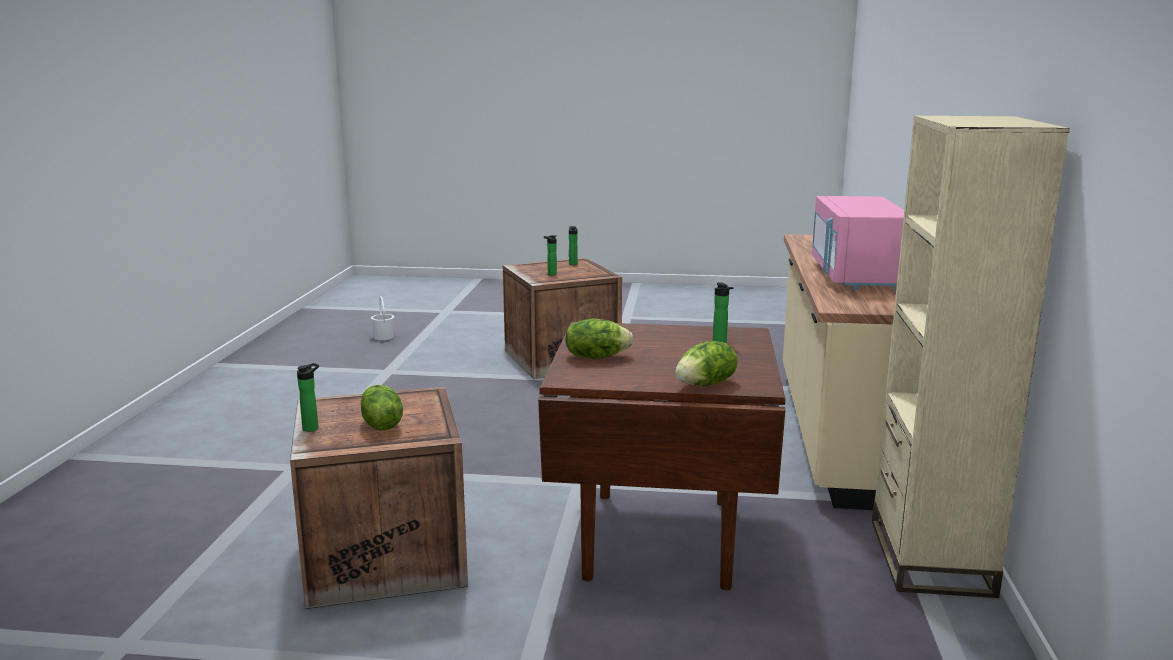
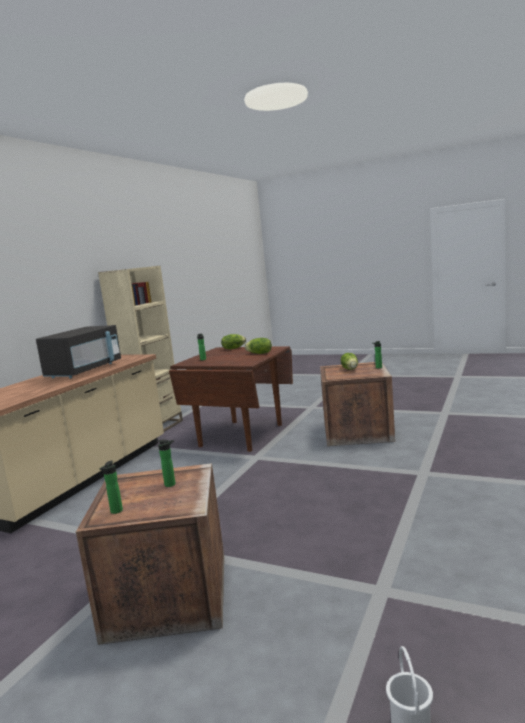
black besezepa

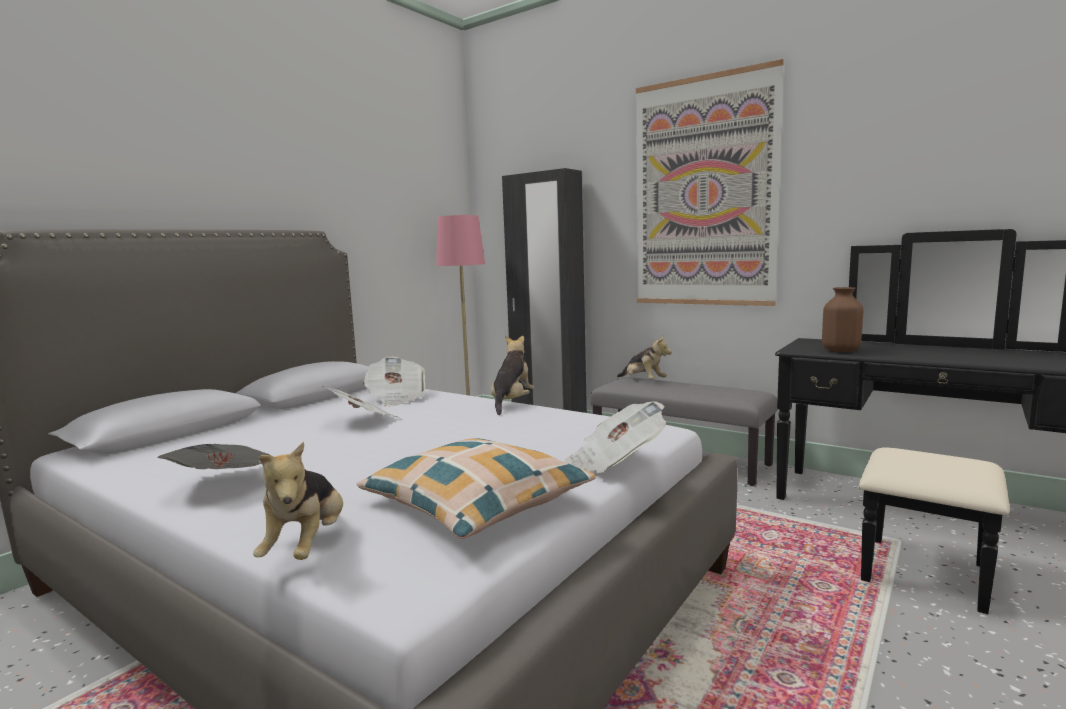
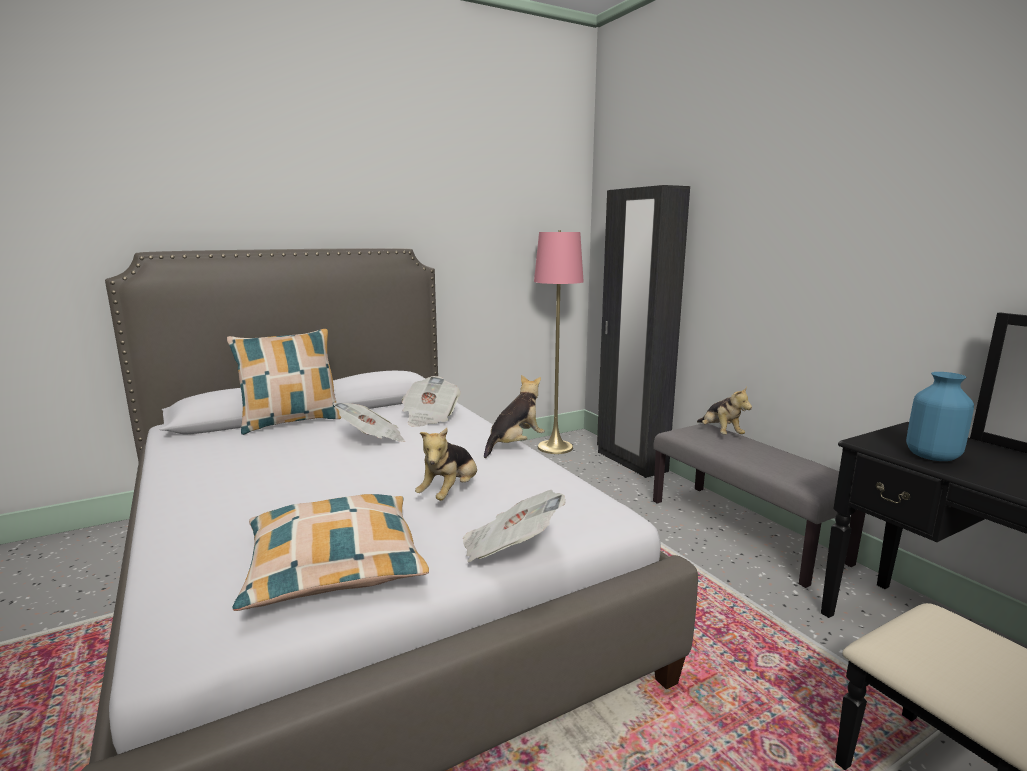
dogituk (no. 1 from left); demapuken (no. 1 from left); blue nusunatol; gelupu (no. 1 from left in the first image); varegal

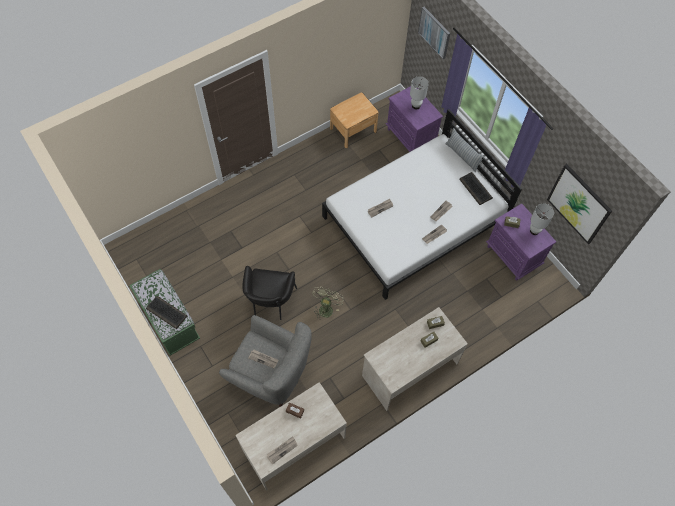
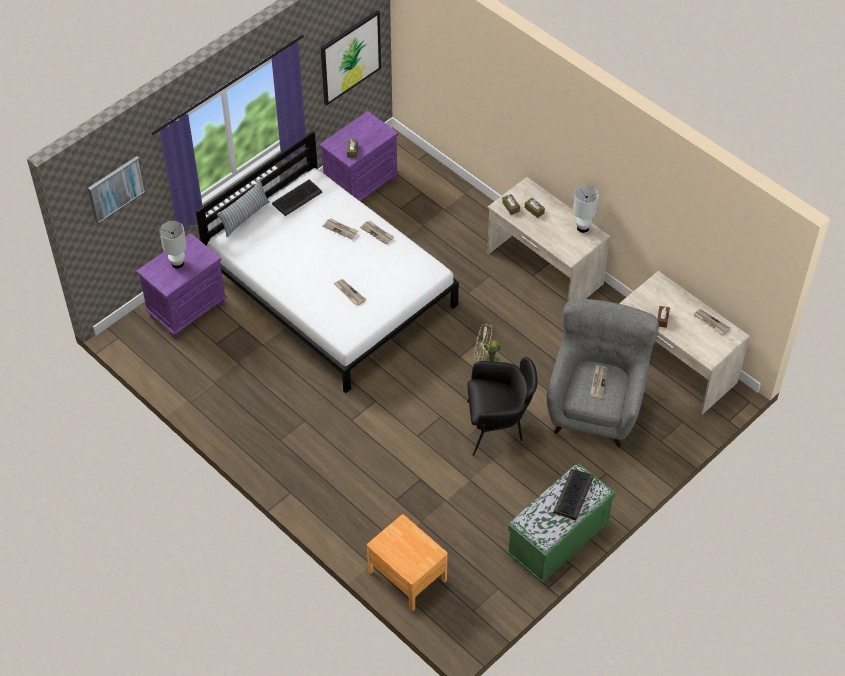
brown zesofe; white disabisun (no. 2 from left)

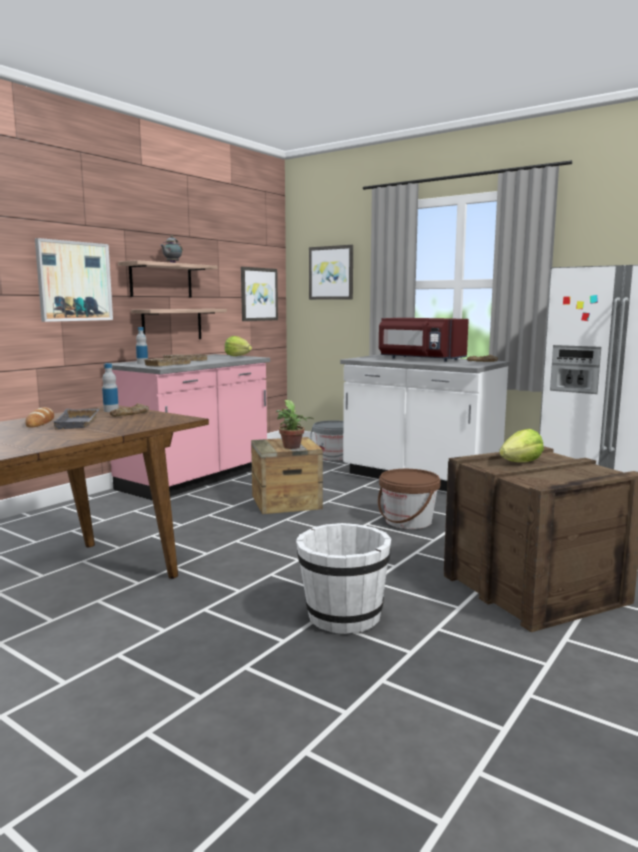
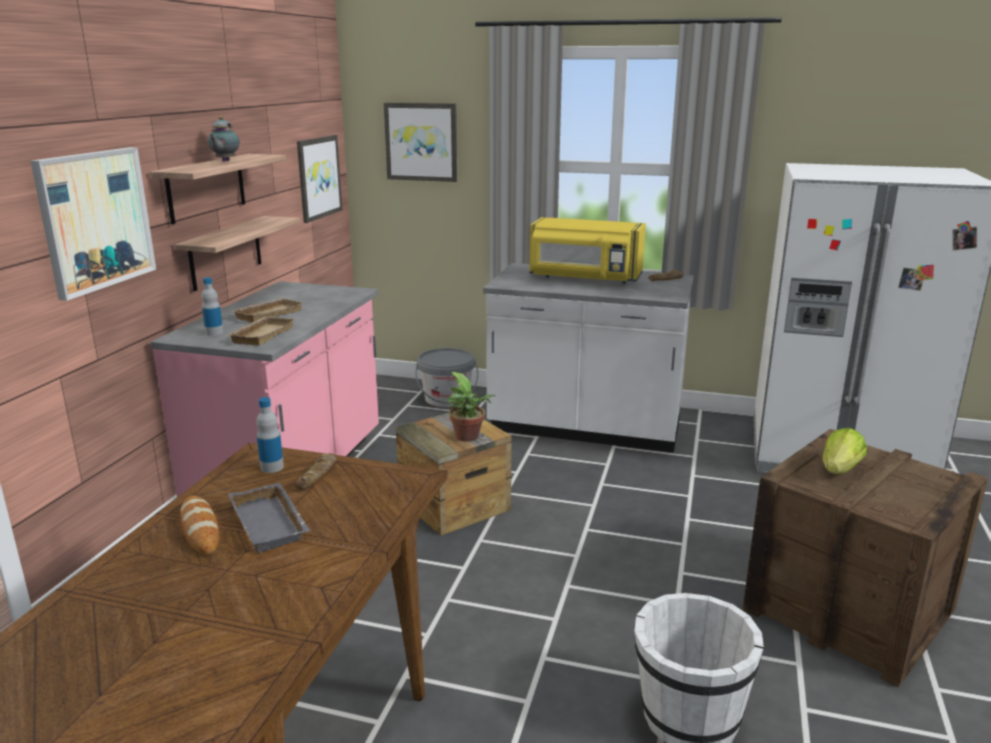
yellow besezepa; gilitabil (no. 1 from left in the first image); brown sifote

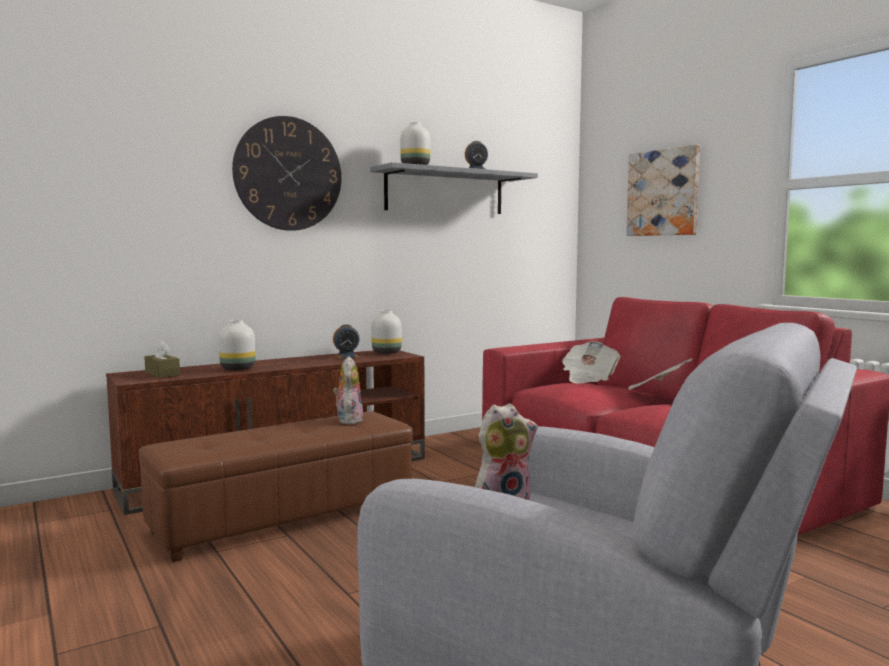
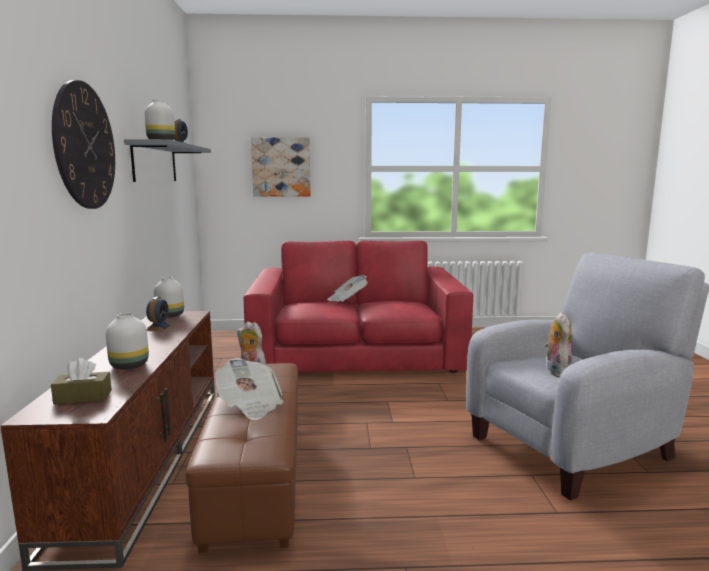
gelupu (no. 1 from left)

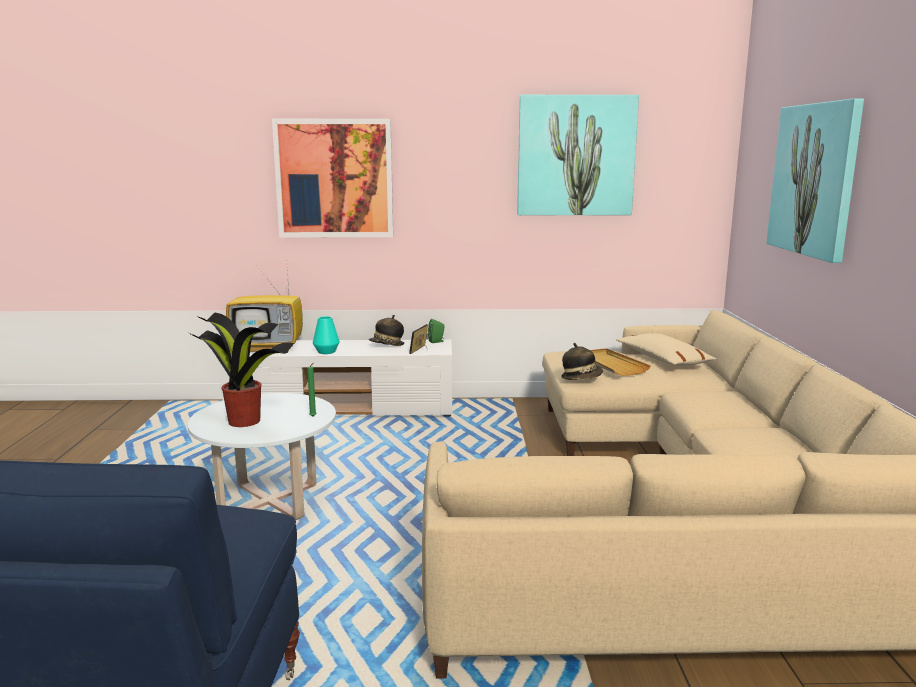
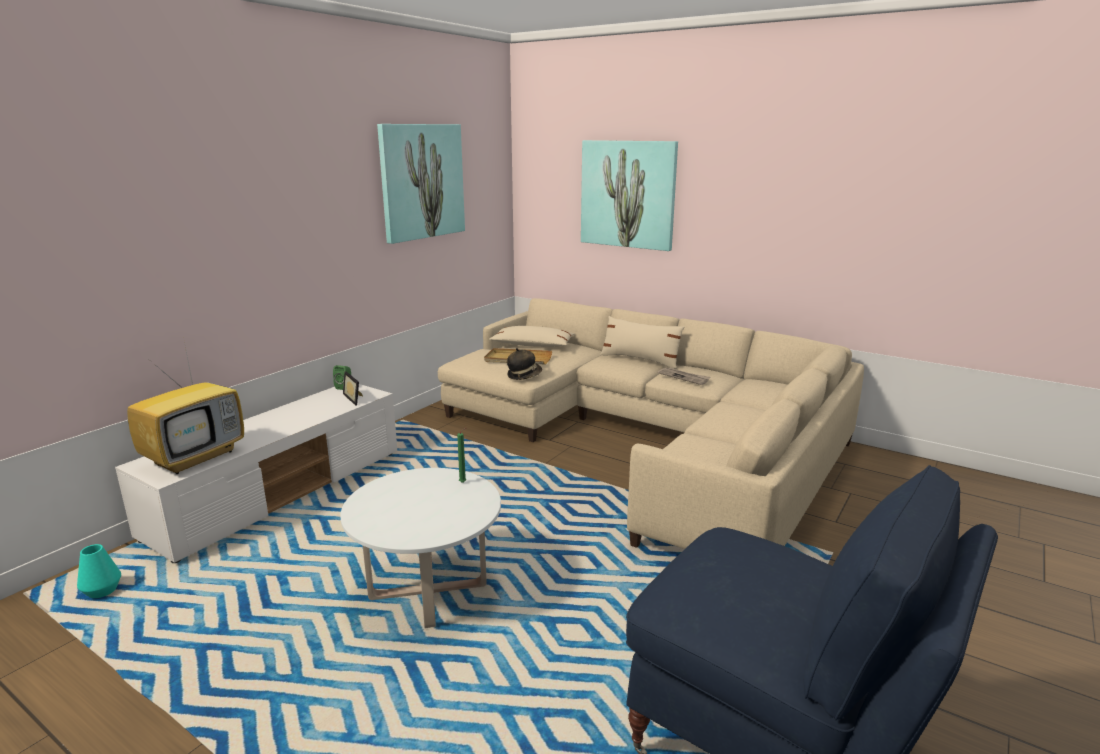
turquoise nusunatol; beige dogituk (no. 2 from left); gelupu; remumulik; varegal (no. 1 from left in the first image); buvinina (no. 1 from left in the first image)

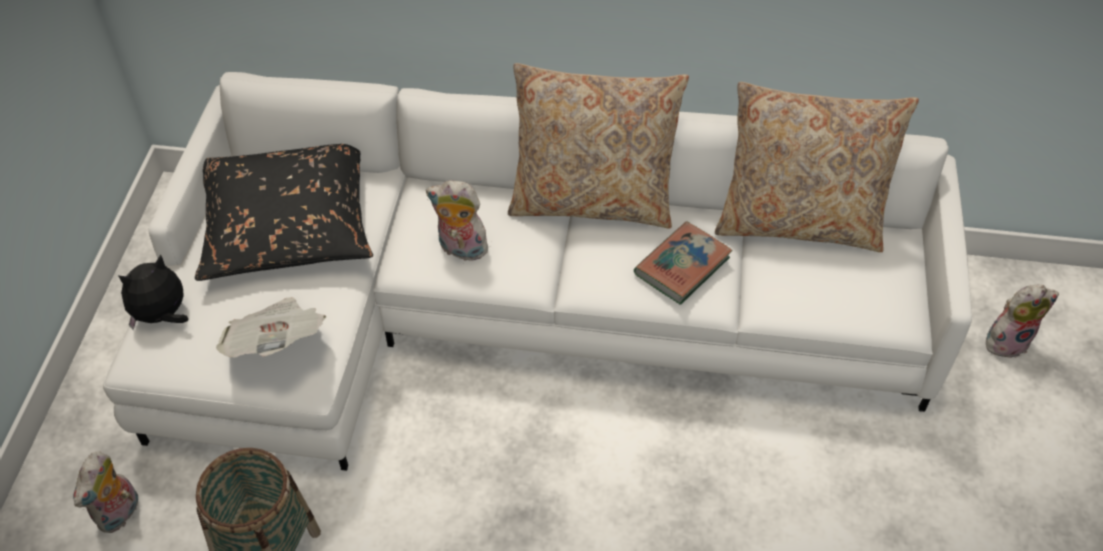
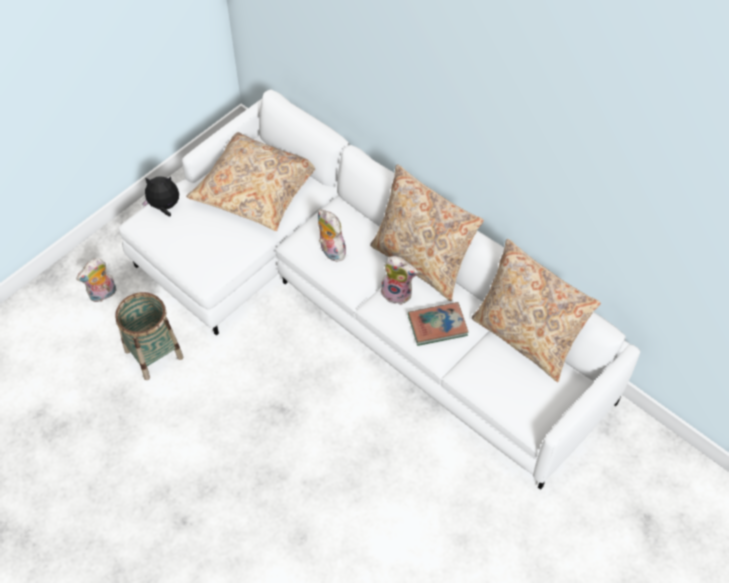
beige dogituk (no. 1 from left); demapuken (no. 4 from left); gelupu

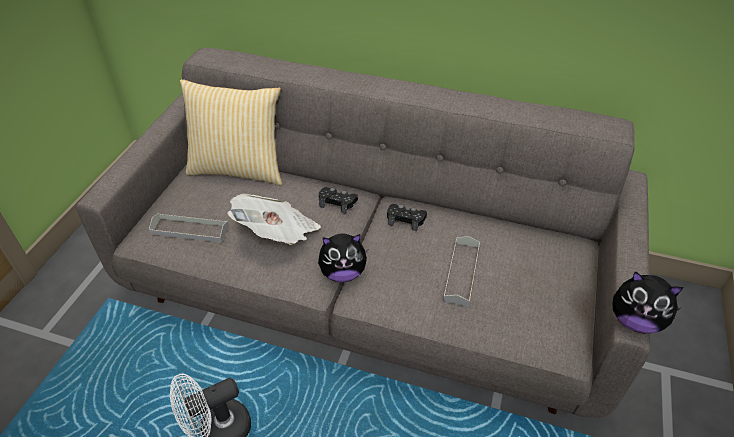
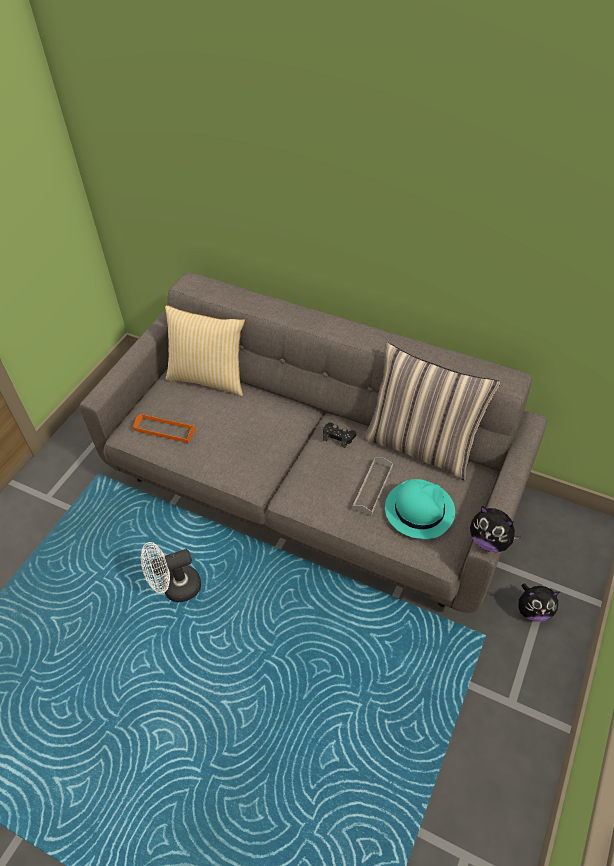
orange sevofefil; dogituk (no. 2 from left); turquoise buvinina; demapuken (no. 2 from left); gelupu; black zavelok (no. 1 from left in the first image)

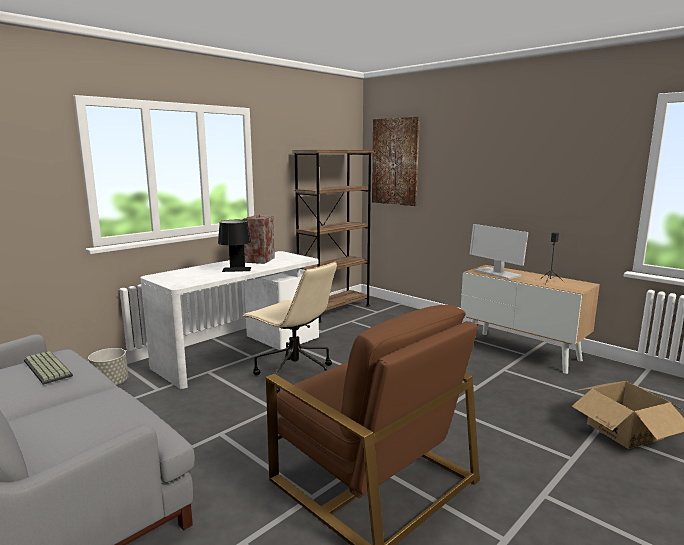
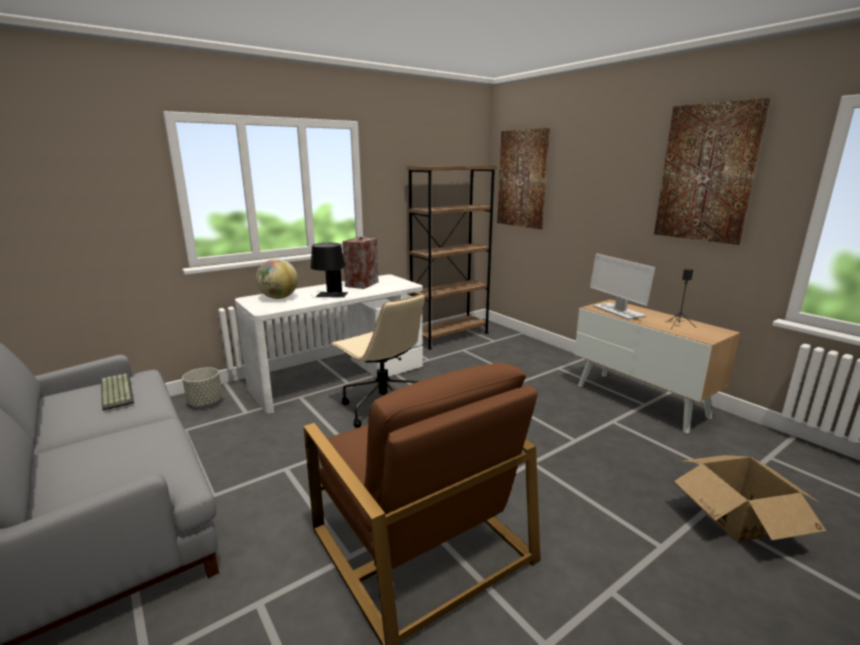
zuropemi; varegal (no. 2 from left)

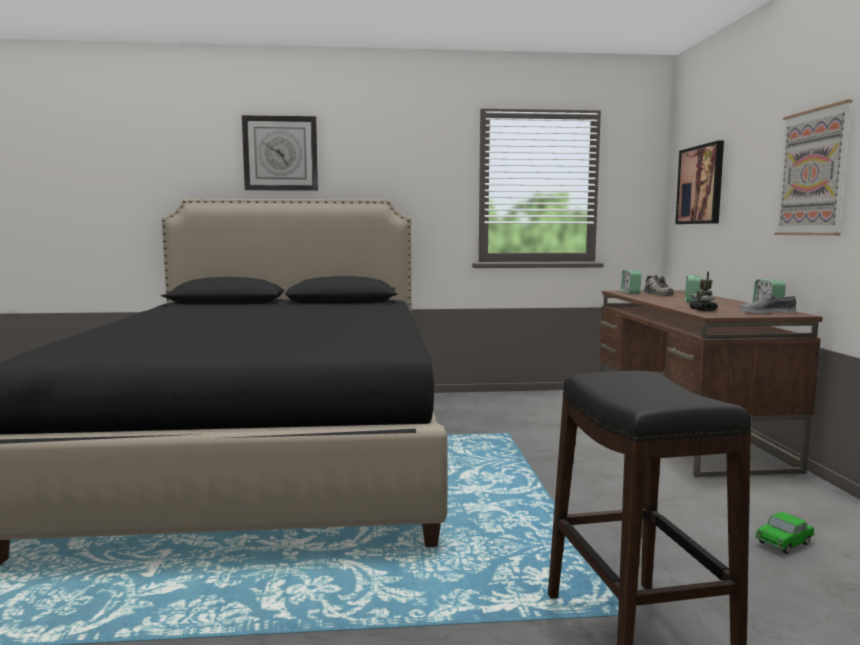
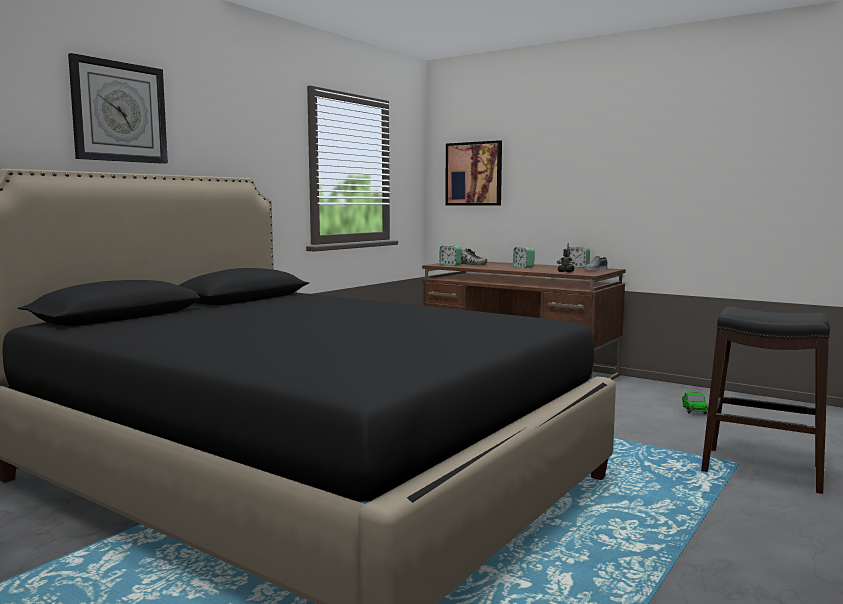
varegal (no. 2 from left in the first image)

